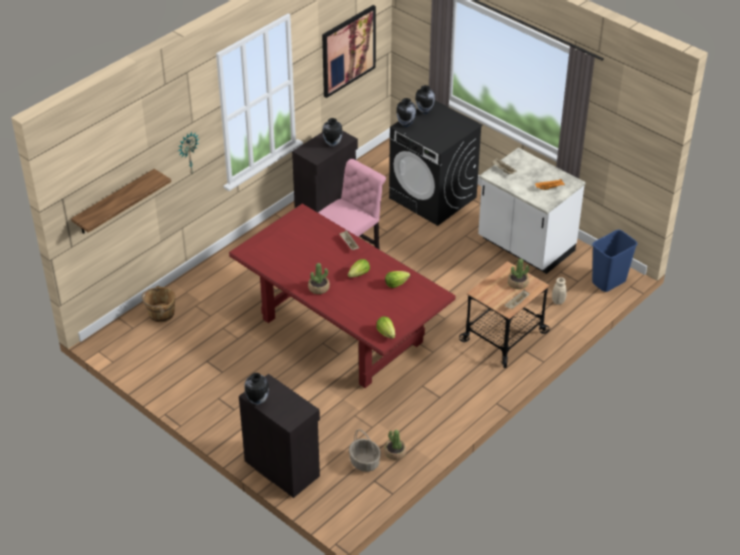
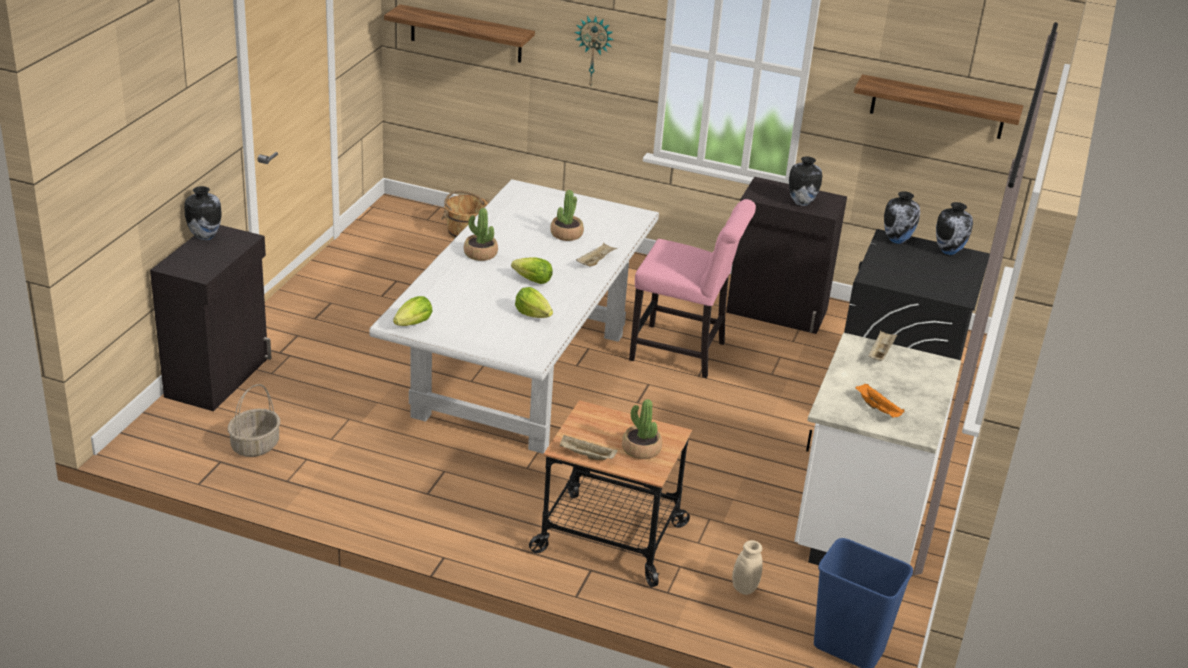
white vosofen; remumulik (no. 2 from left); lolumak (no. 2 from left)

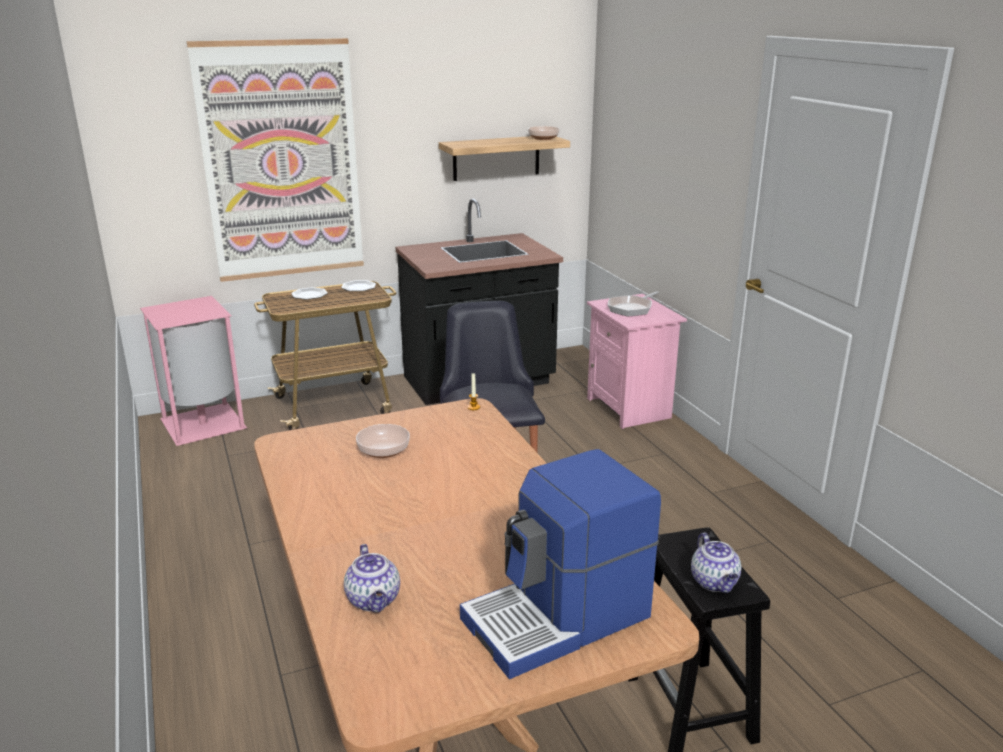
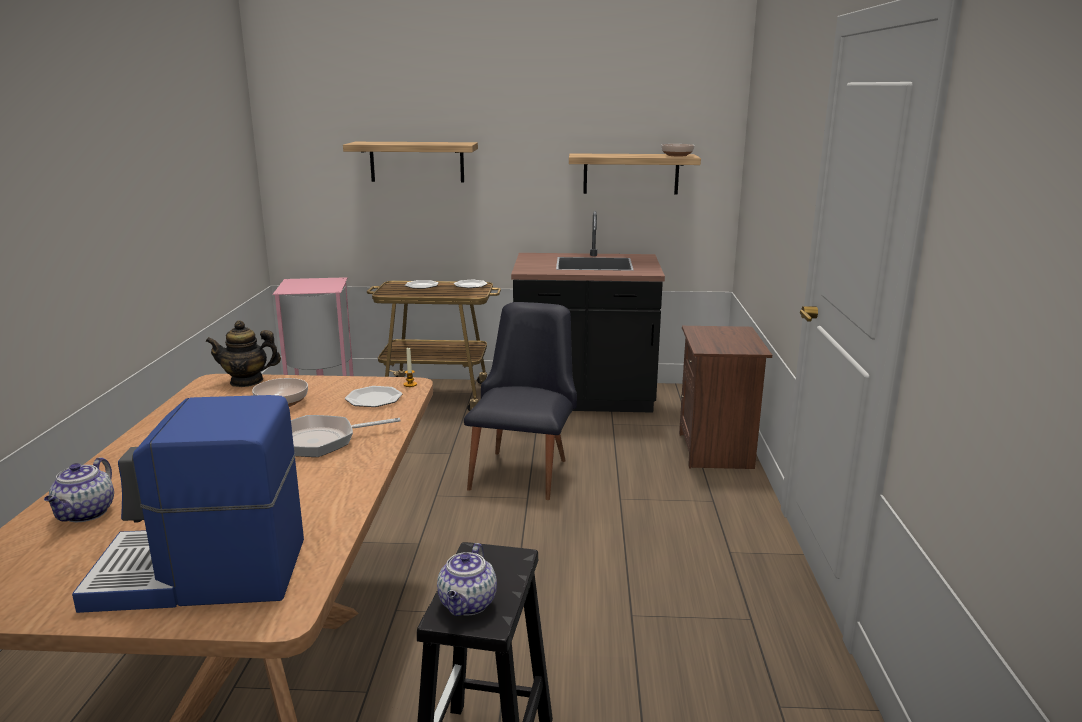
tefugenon (no. 2 from left); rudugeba; lolumak (no. 1 from left); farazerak (no. 1 from left); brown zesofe

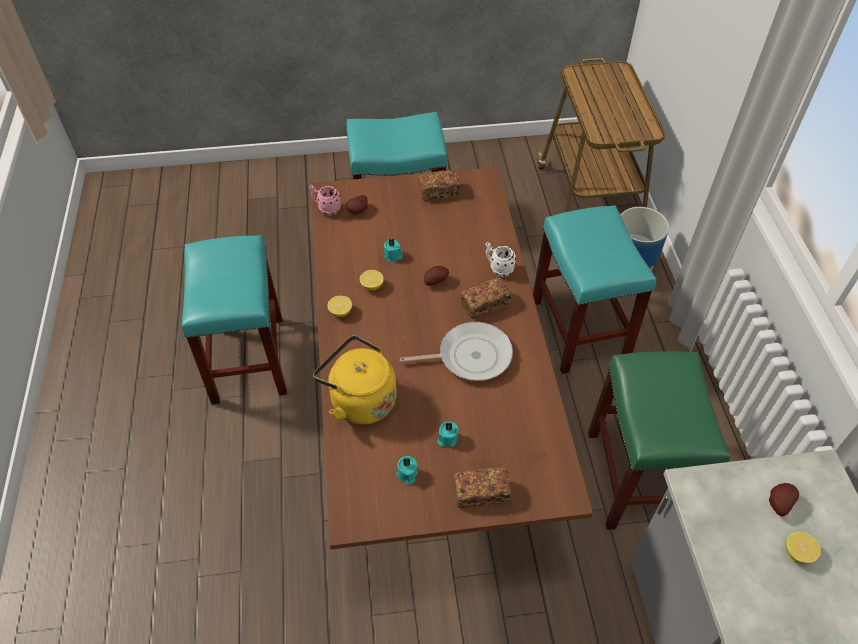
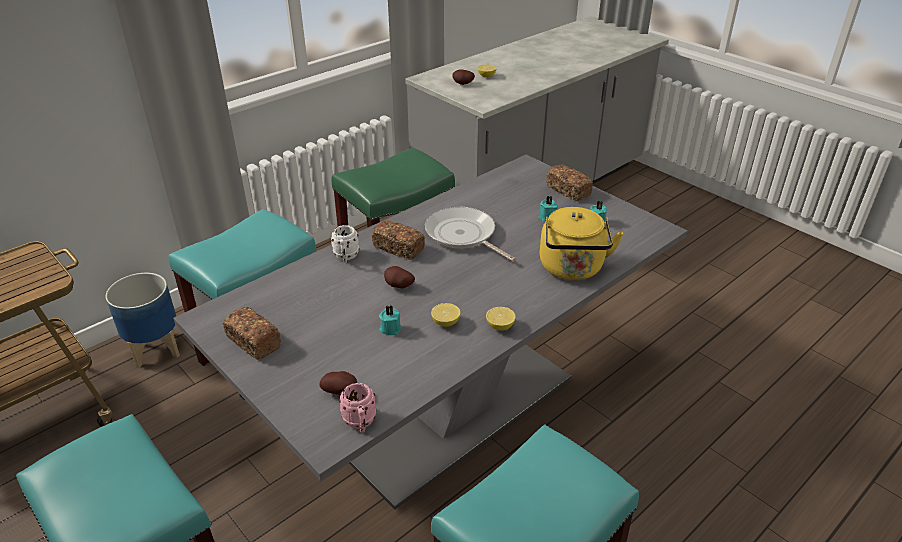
grey vosofen

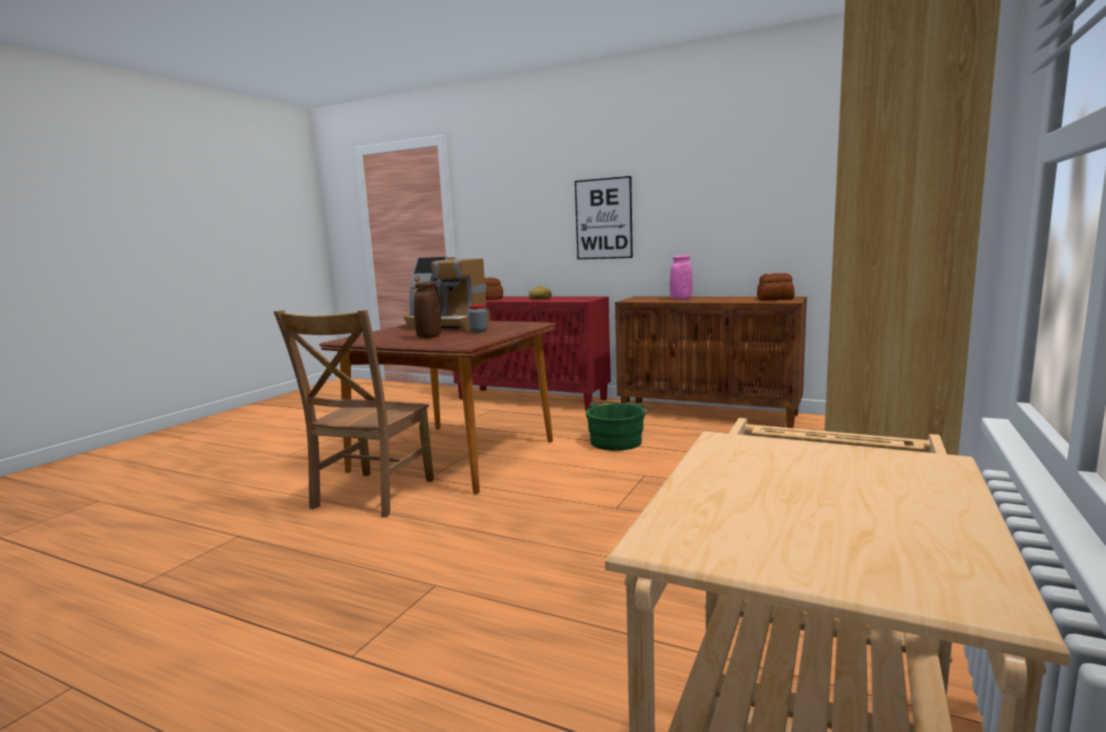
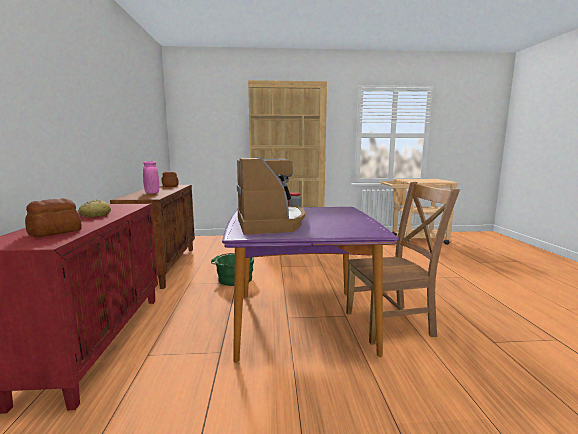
purple vosofen; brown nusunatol; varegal

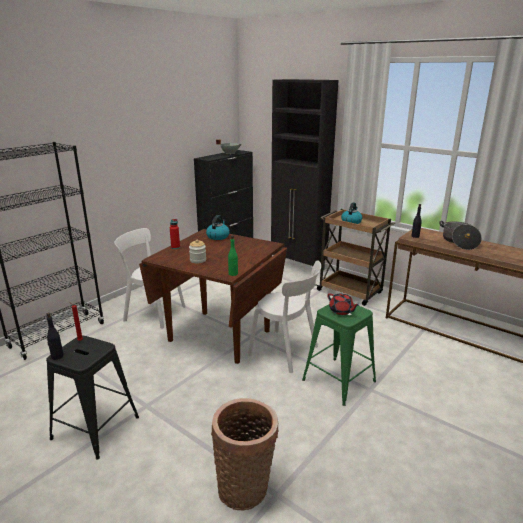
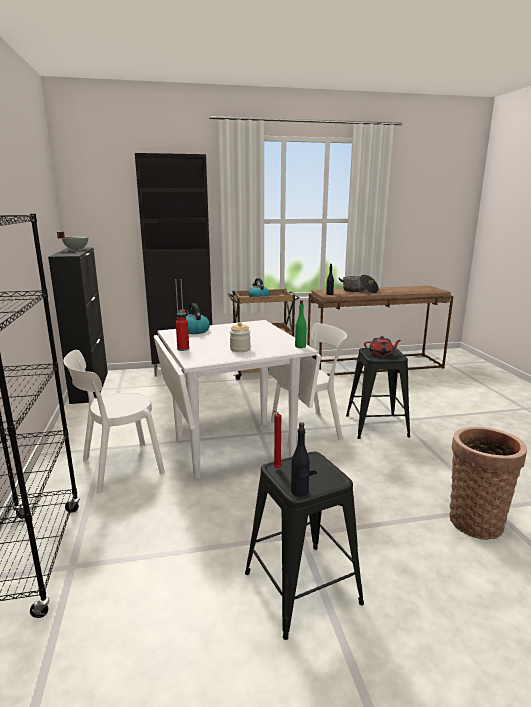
white vosofen; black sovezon (no. 2 from left)

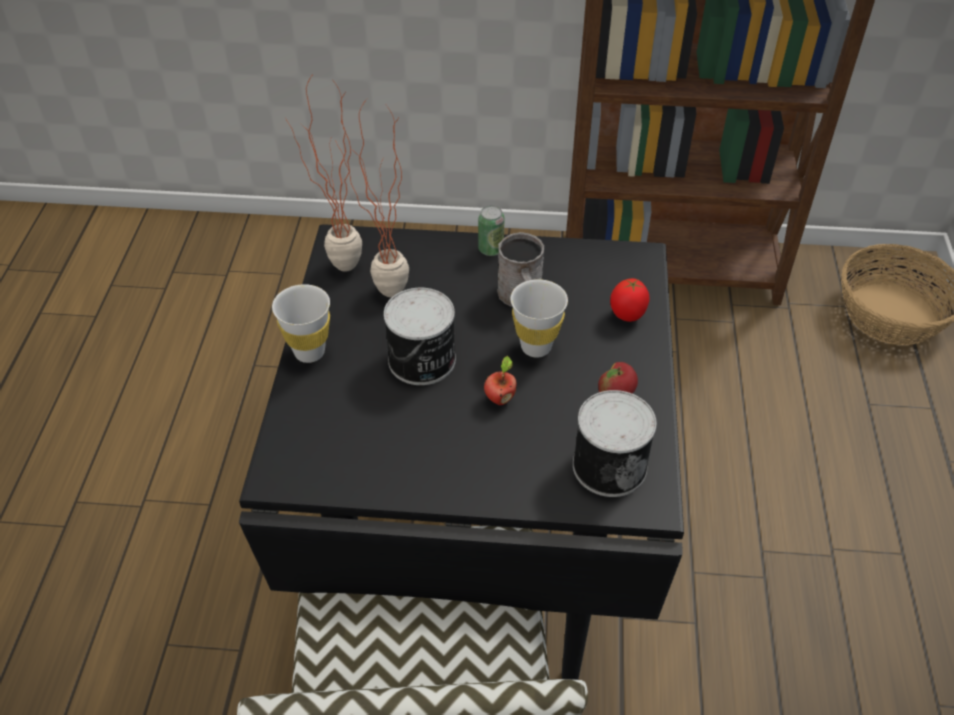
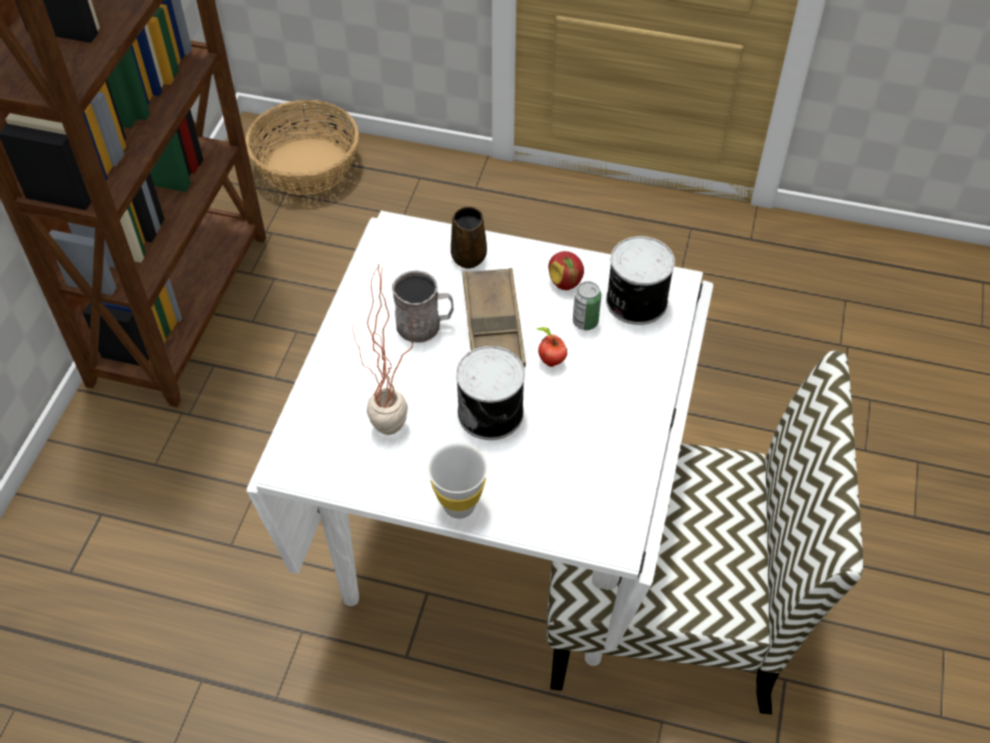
white vosofen; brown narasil; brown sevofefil; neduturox (no. 2 from left); remumulik (no. 1 from left in the first image)

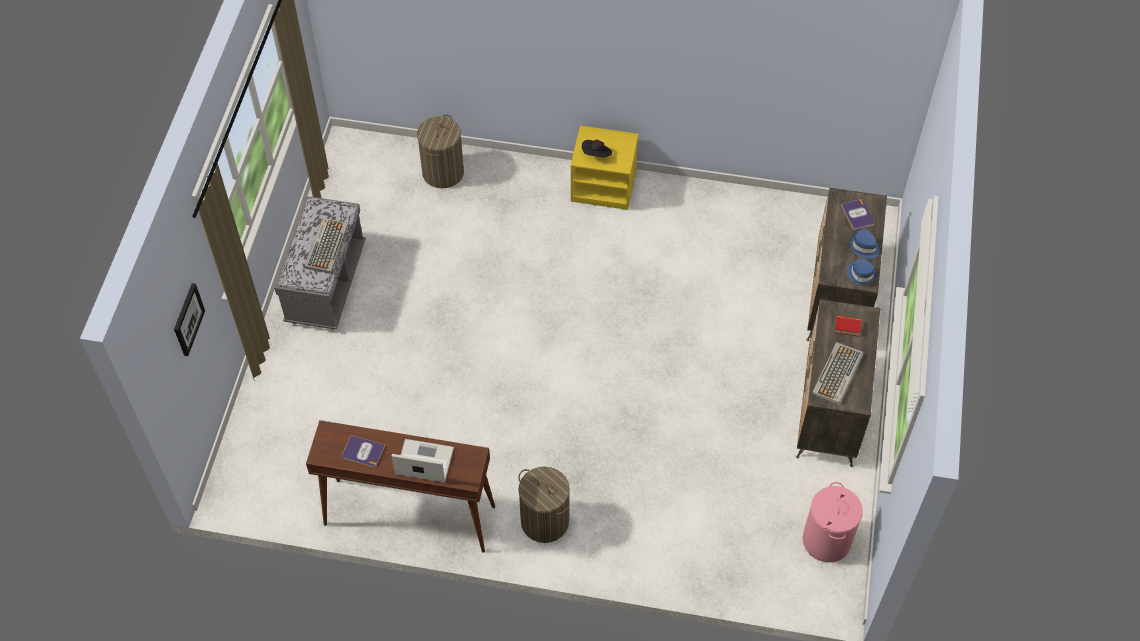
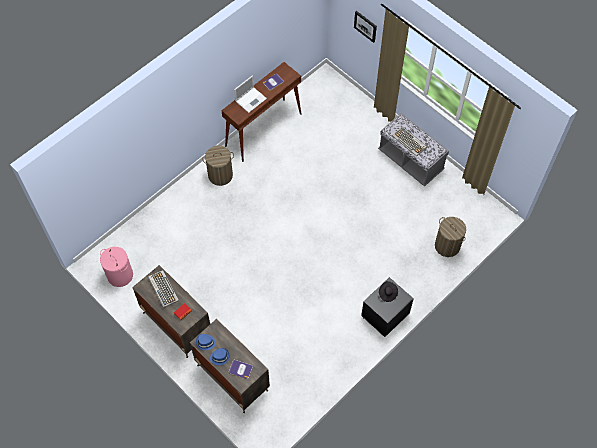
black zesofe

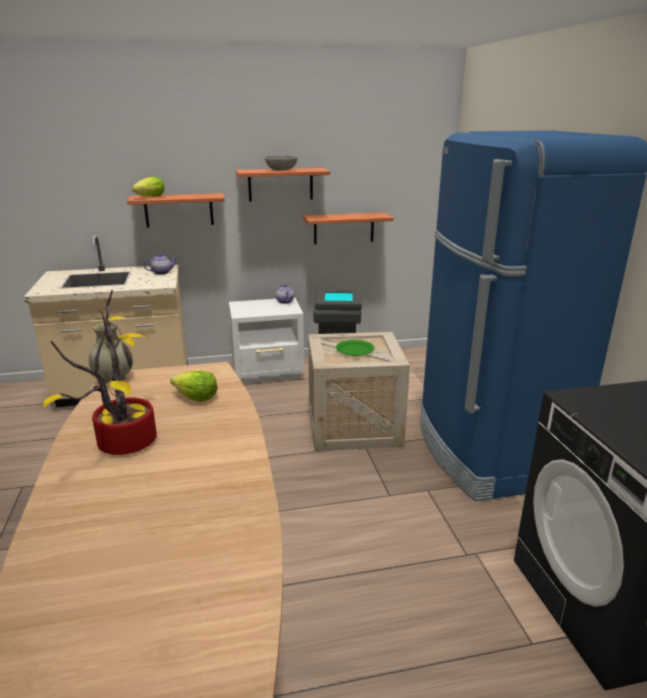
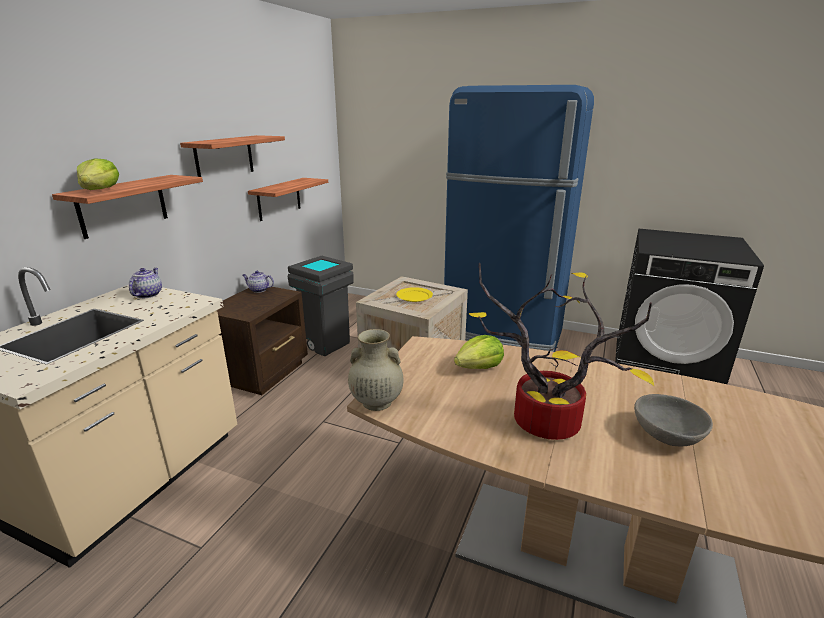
brown zesofe; yellow farazerak; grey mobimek

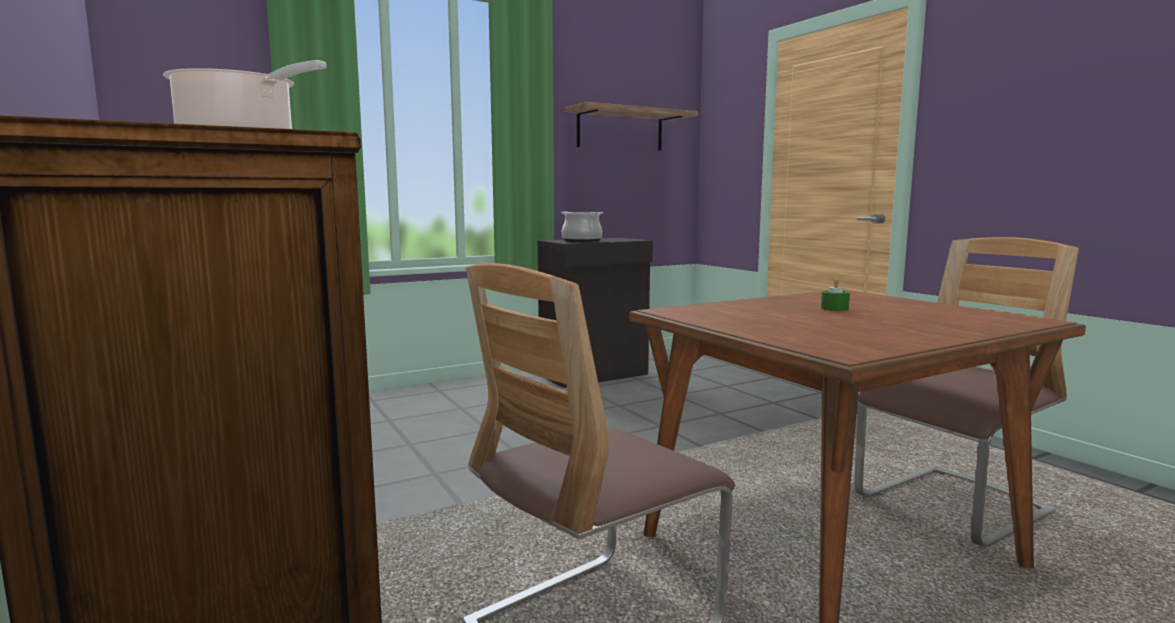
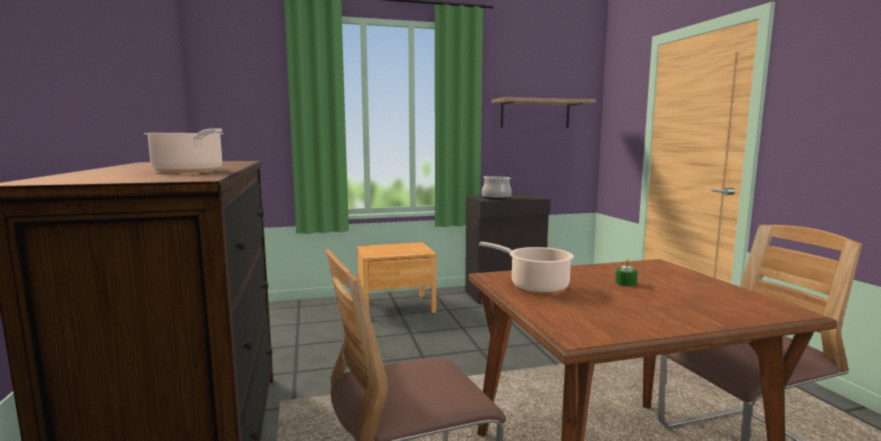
brown zesofe; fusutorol (no. 3 from left)

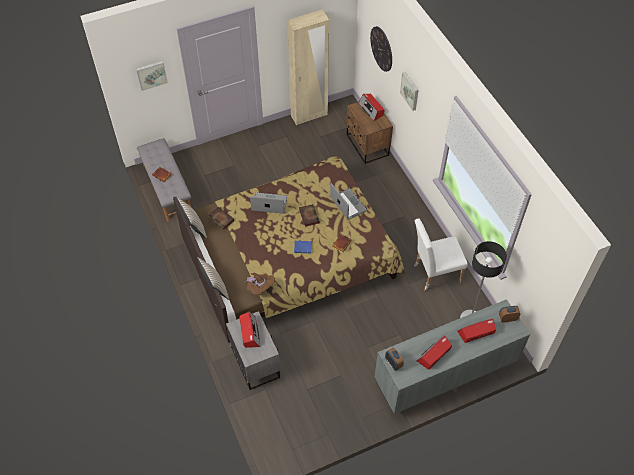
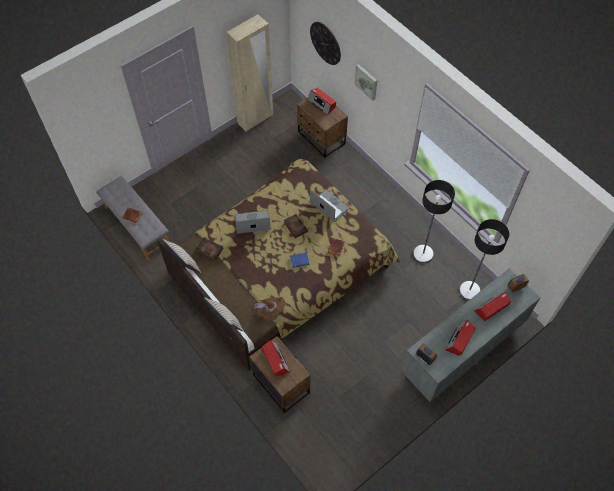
brown zesofe (no. 1 from left); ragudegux (no. 1 from left); varegal (no. 1 from left in the first image)

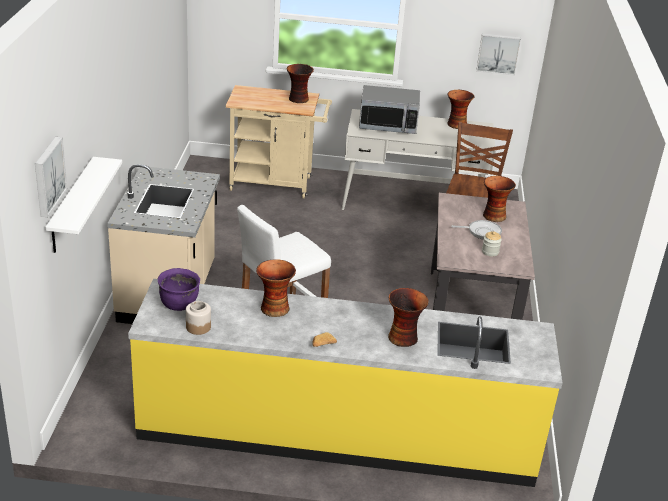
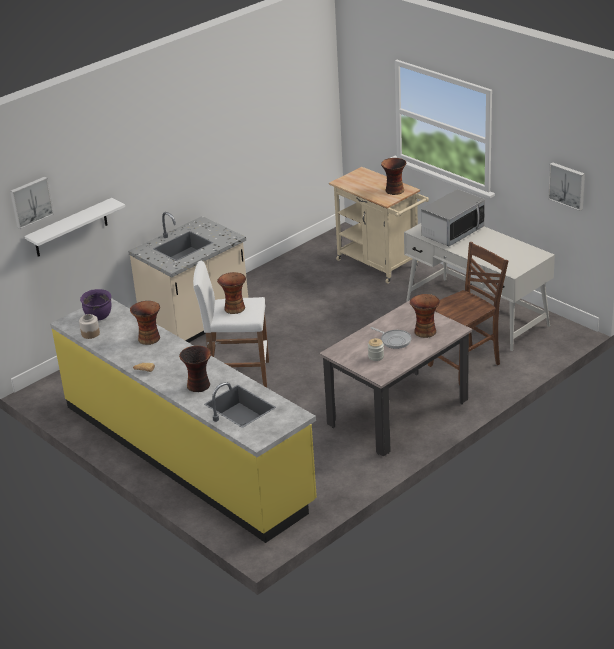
nusunatol (no. 3 from left); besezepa

